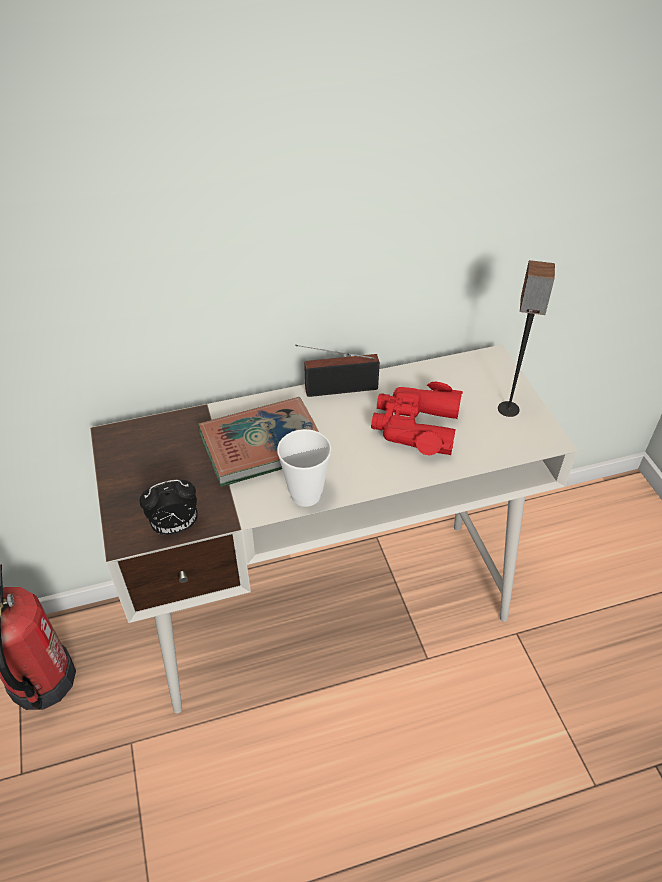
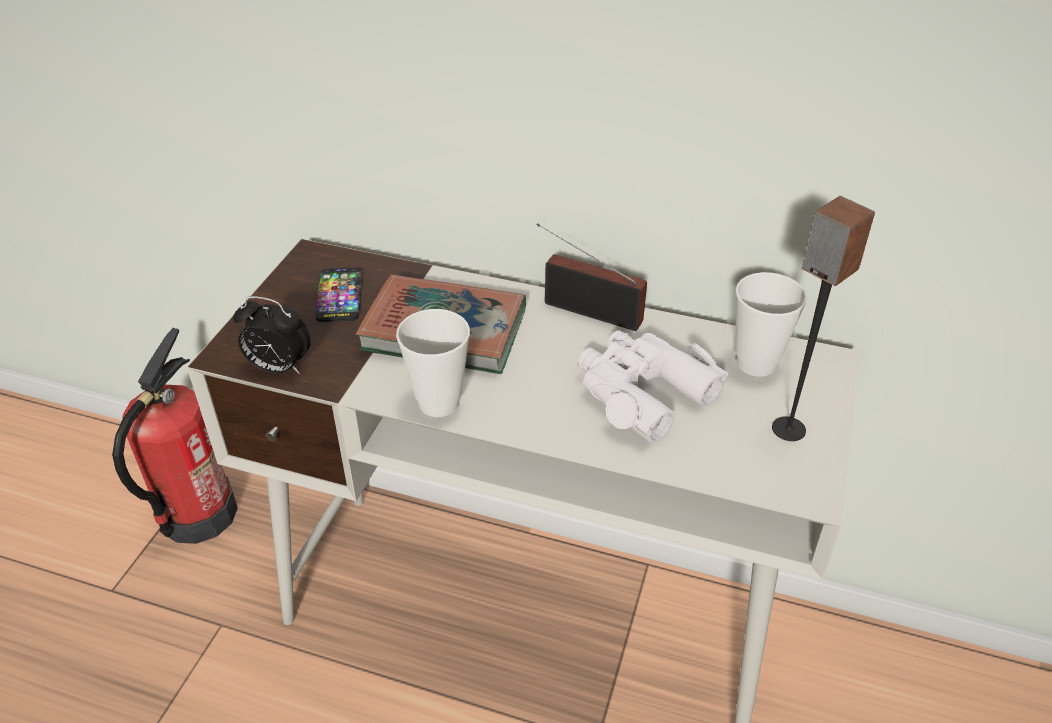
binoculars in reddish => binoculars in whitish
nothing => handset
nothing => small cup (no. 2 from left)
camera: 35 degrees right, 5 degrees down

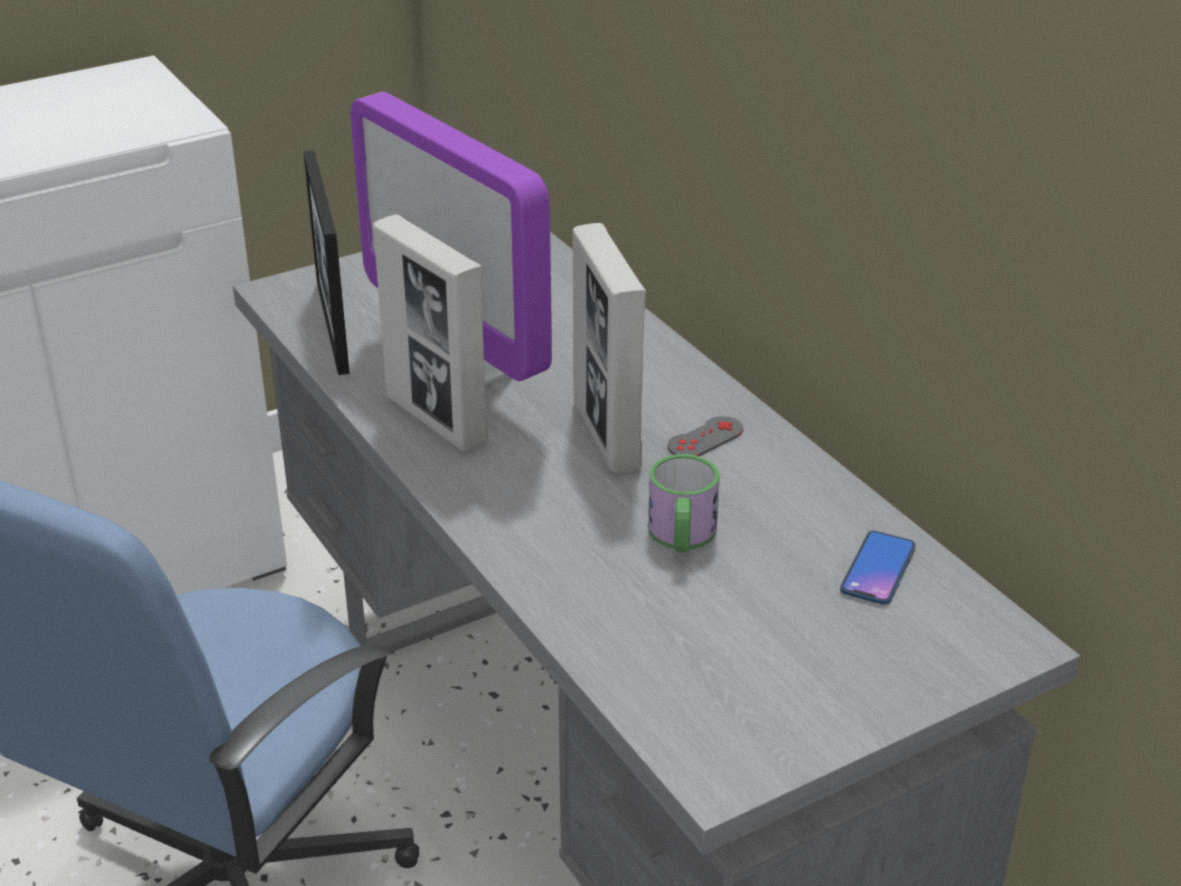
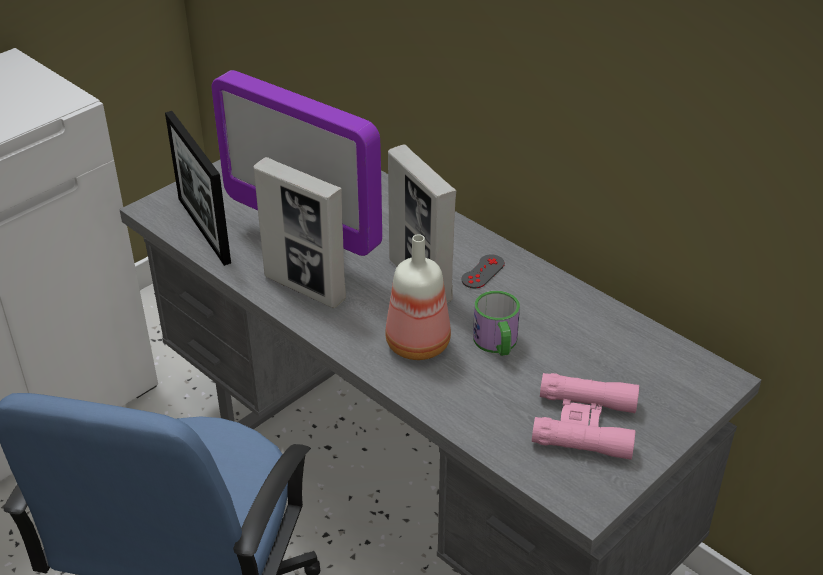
handset => nothing
nothing => bottle
nothing => binoculars in pink-coloured
camera: 15 degrees left, 5 degrees up

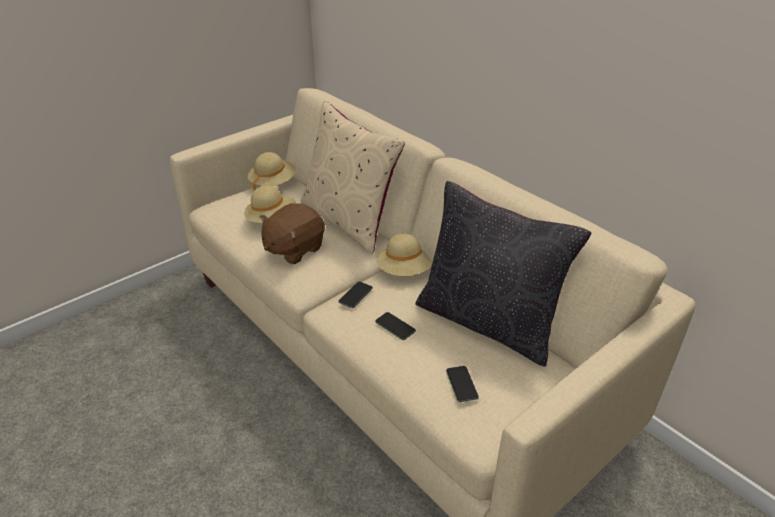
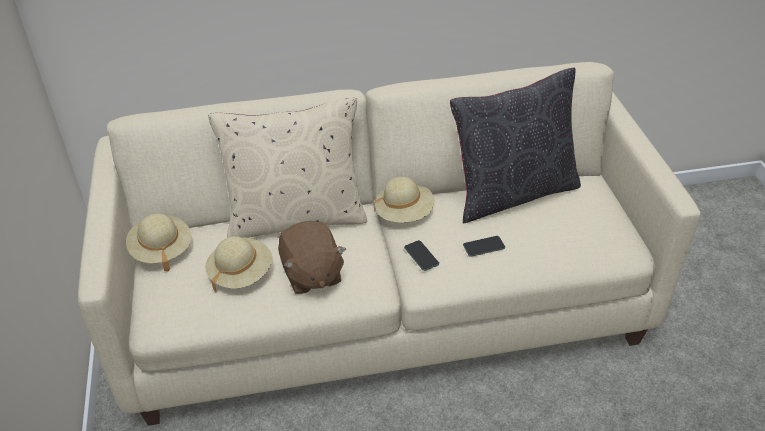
handset (no. 3 from left) => nothing
camera: 60 degrees left, 5 degrees up

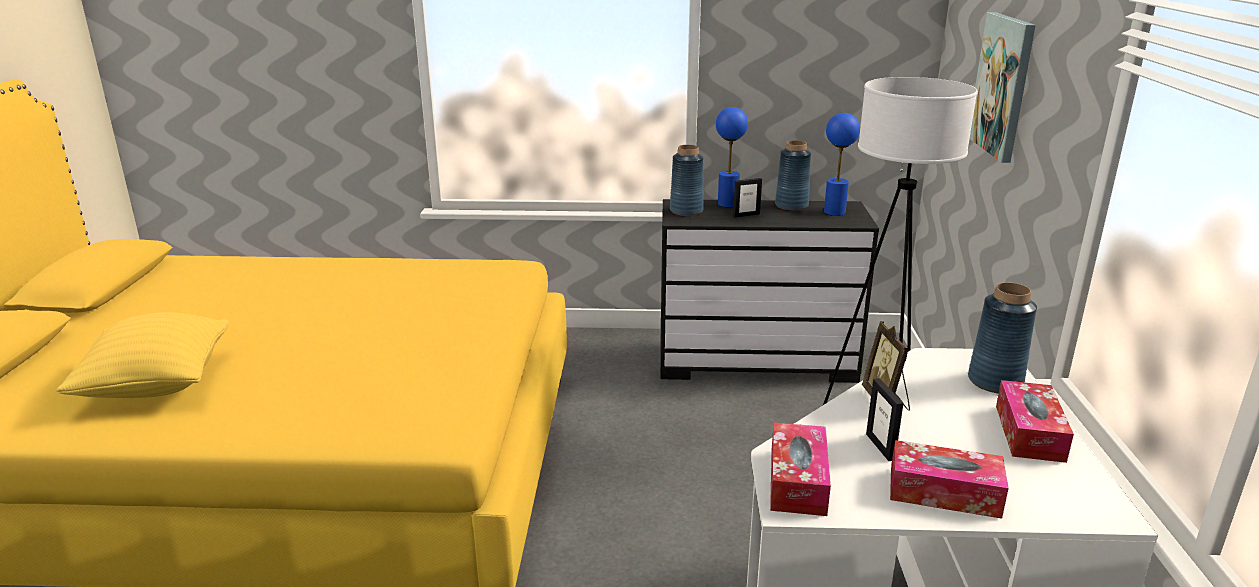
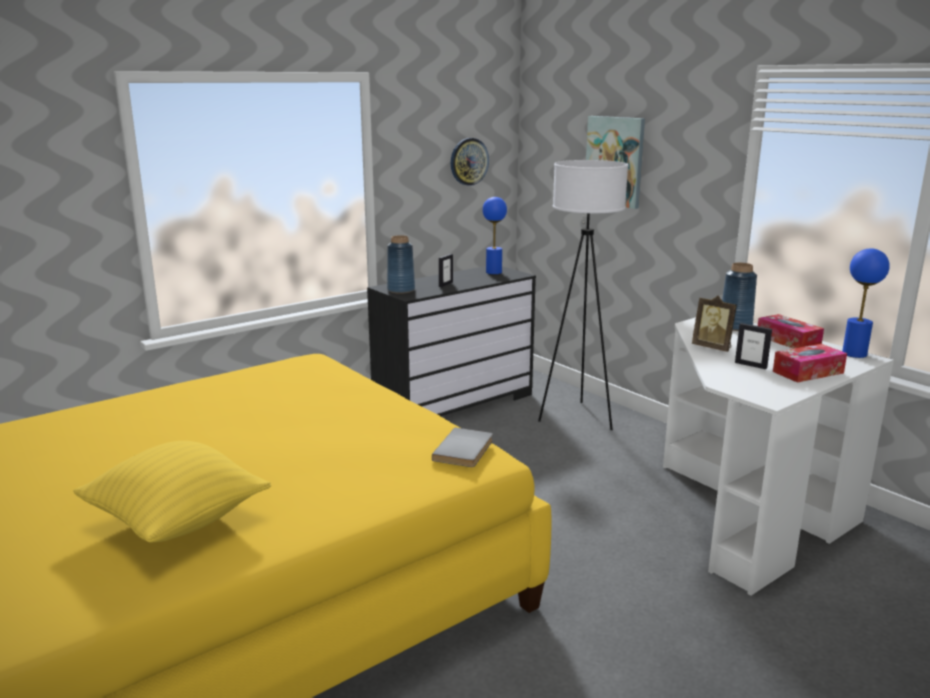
tabletop lamp in blue (no. 1 from left in the first image) => tabletop lamp in blue (no. 2 from left), shifted
tissue box (no. 1 from left) => nothing
flower vase in blue (no. 2 from left) => nothing
nothing => bound book in greyish
nothing => hanging clock
camera: 40 degrees left, 5 degrees down

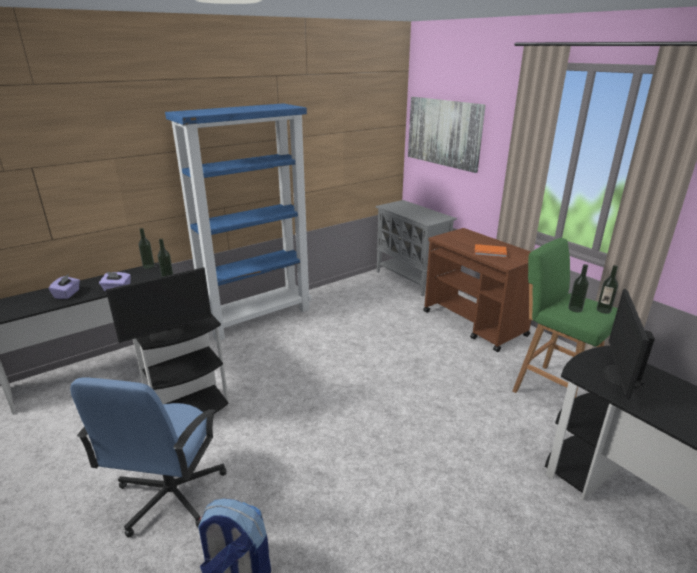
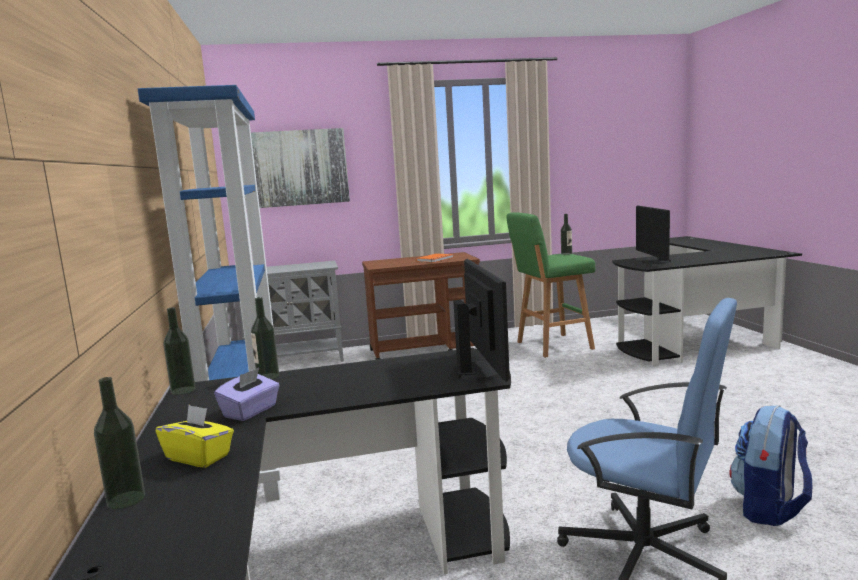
tissue box in purple-coloured (no. 1 from left) => tissue box in yellowish
bottle (no. 3 from left in the first image) => bottle (no. 1 from left), shifted
computer display (no. 2 from left), 45 degrees clockwise
camera: 65 degrees left, 15 degrees down

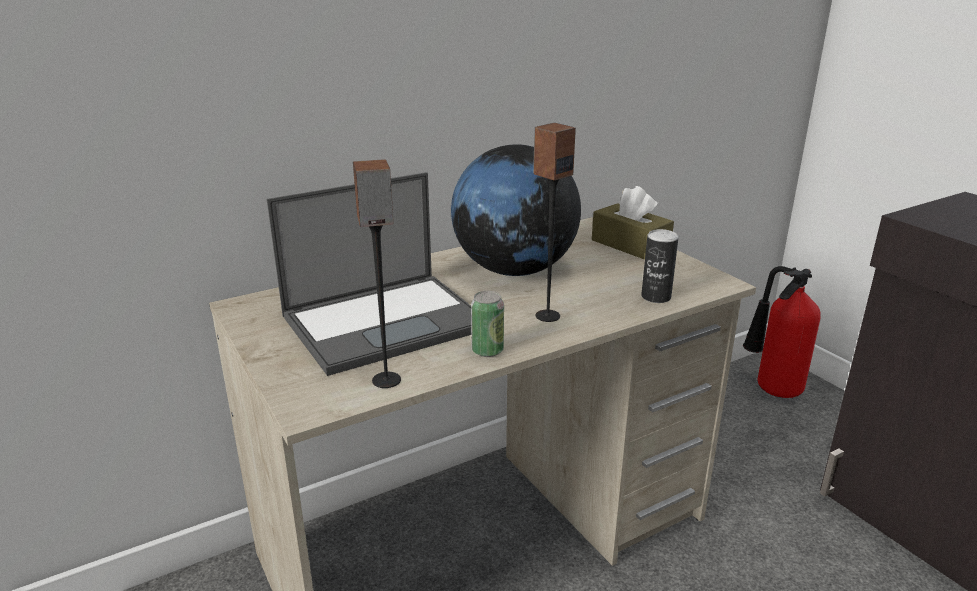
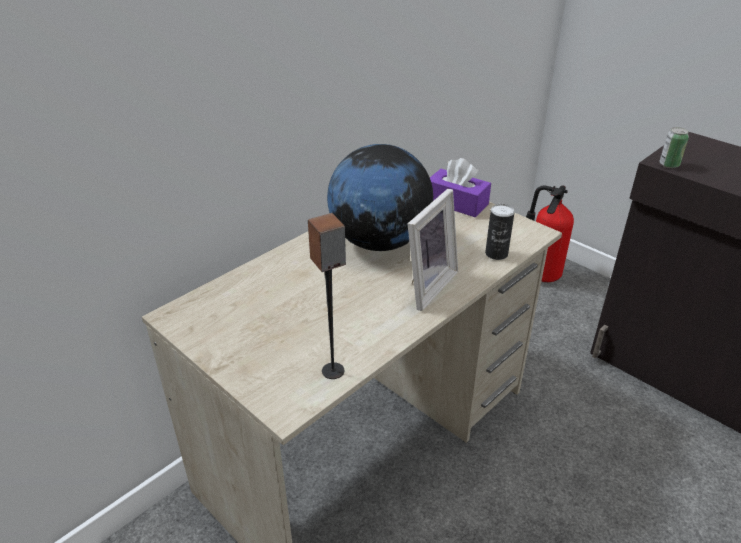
laptop => nothing
sealed can (no. 1 from left in the first image) => sealed can (no. 2 from left), shifted
speaker (no. 2 from left) => standing frame
tissue box in brownish => tissue box in purple-coloured
camera: 15 degrees left, 10 degrees up

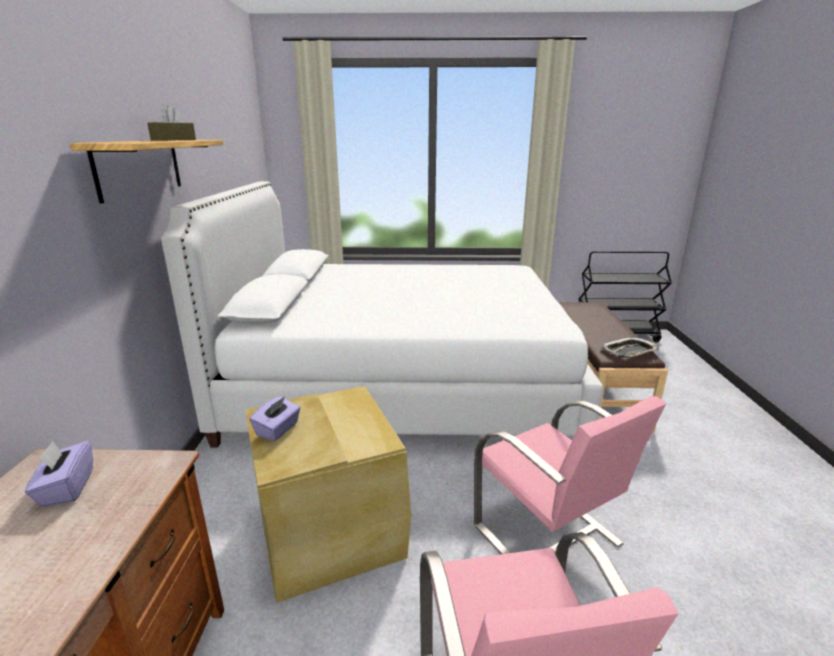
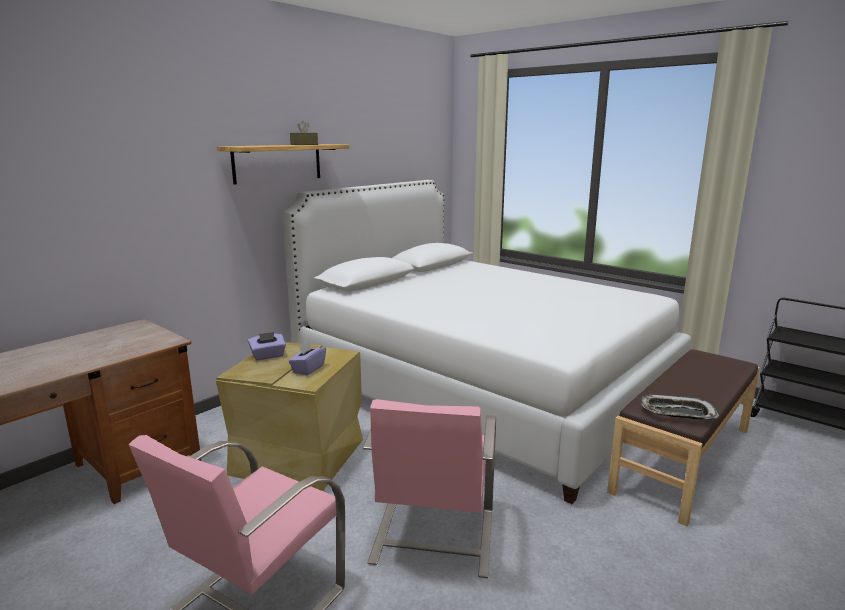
tissue box in purple-coloured (no. 1 from left in the first image) => tissue box in purple-coloured (no. 2 from left), shifted
camera: 40 degrees right, 5 degrees down

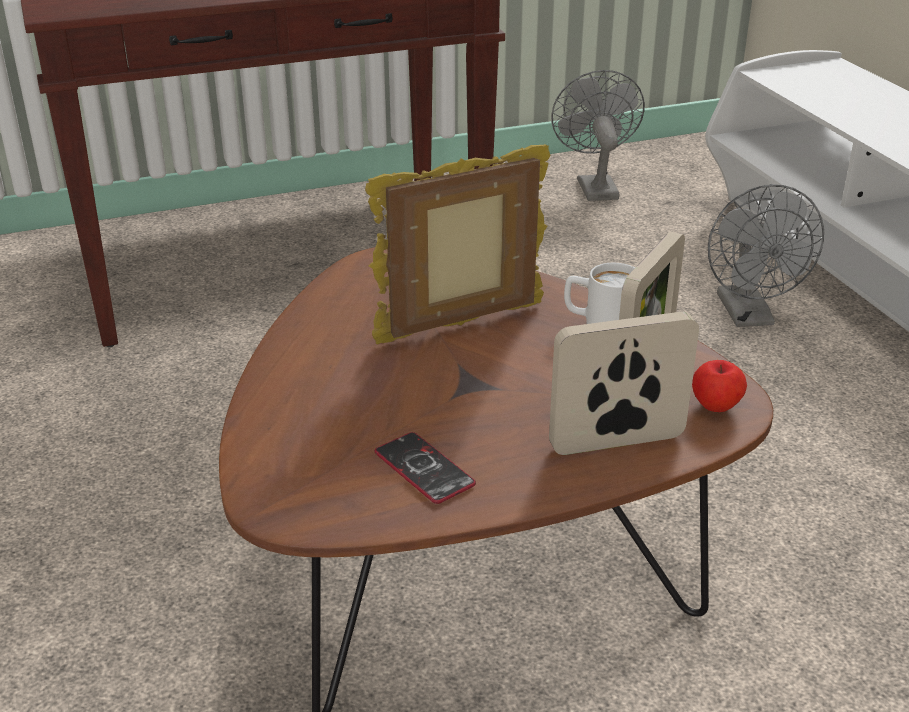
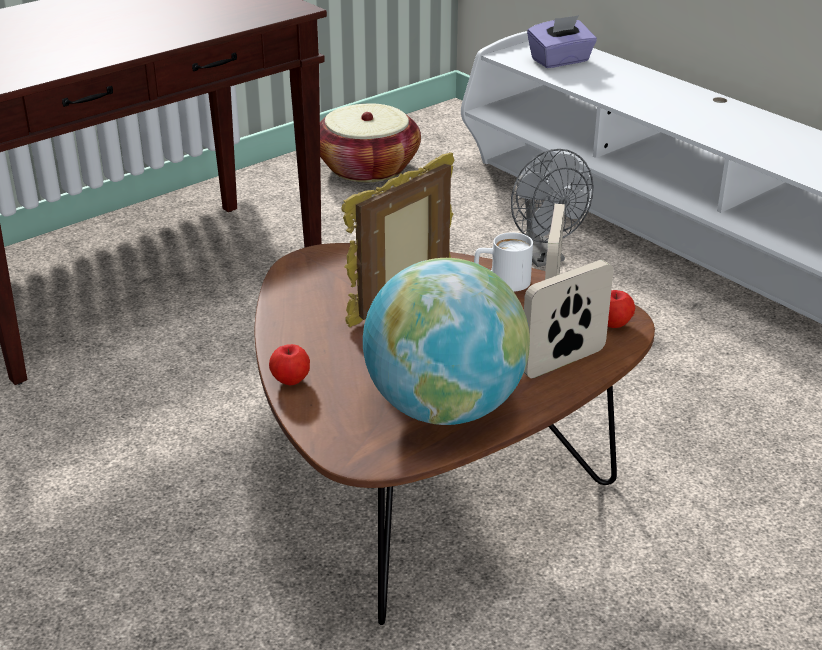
handset => globe
fan in greyish (no. 1 from left) => basket
nothing => whole apple (no. 1 from left)
nothing => tissue box in purple-coloured
camera: 20 degrees left, 0 degrees up

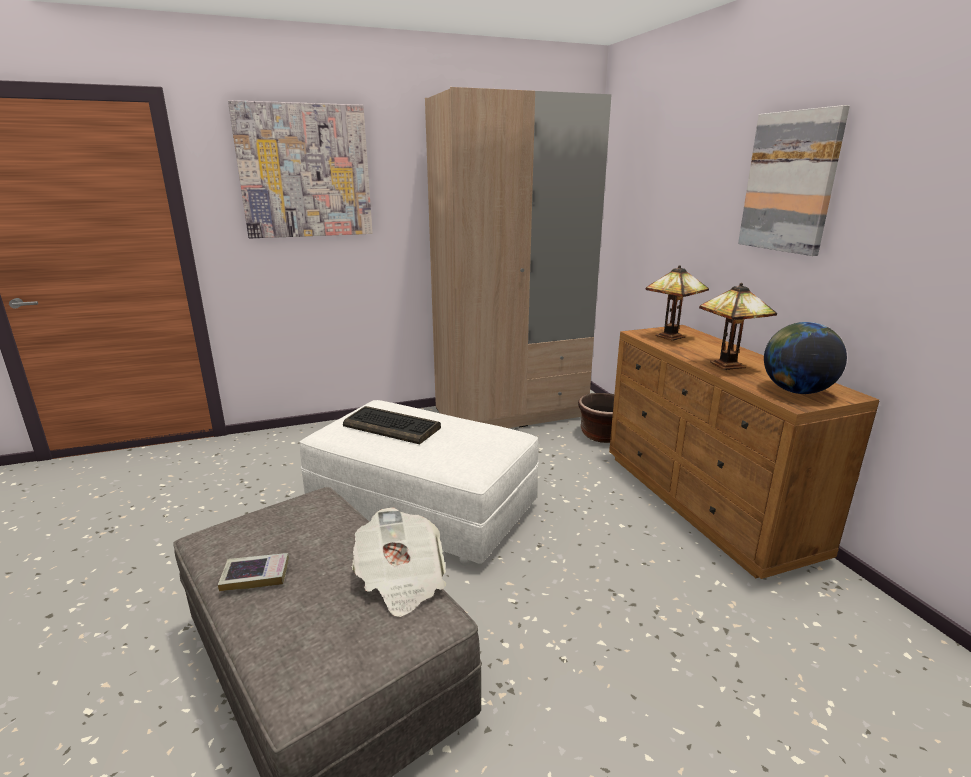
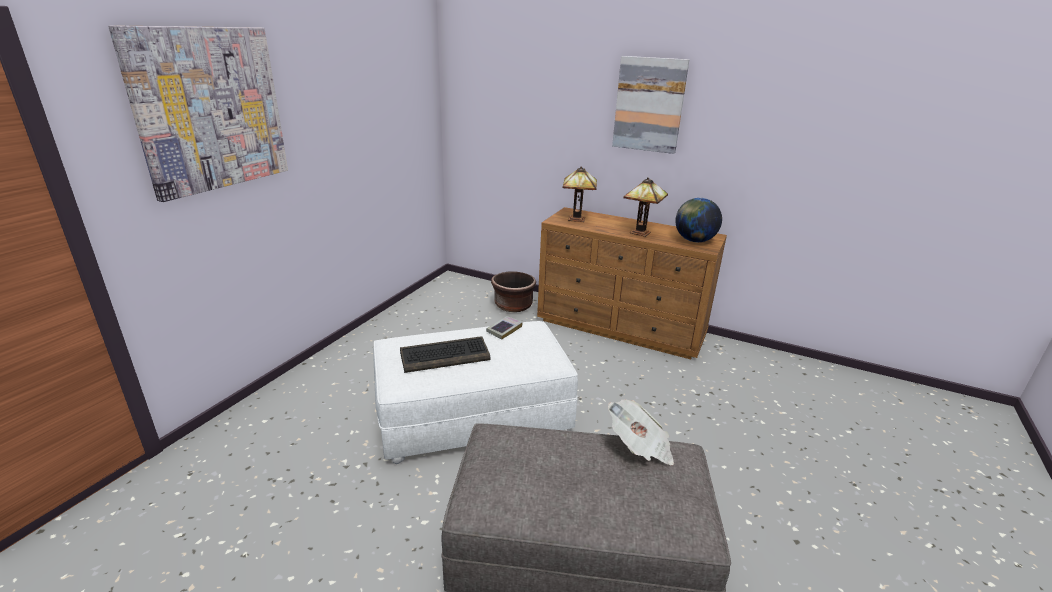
bound book, shifted
armoire in beige-coloured => nothing
camera: 45 degrees left, 5 degrees up

